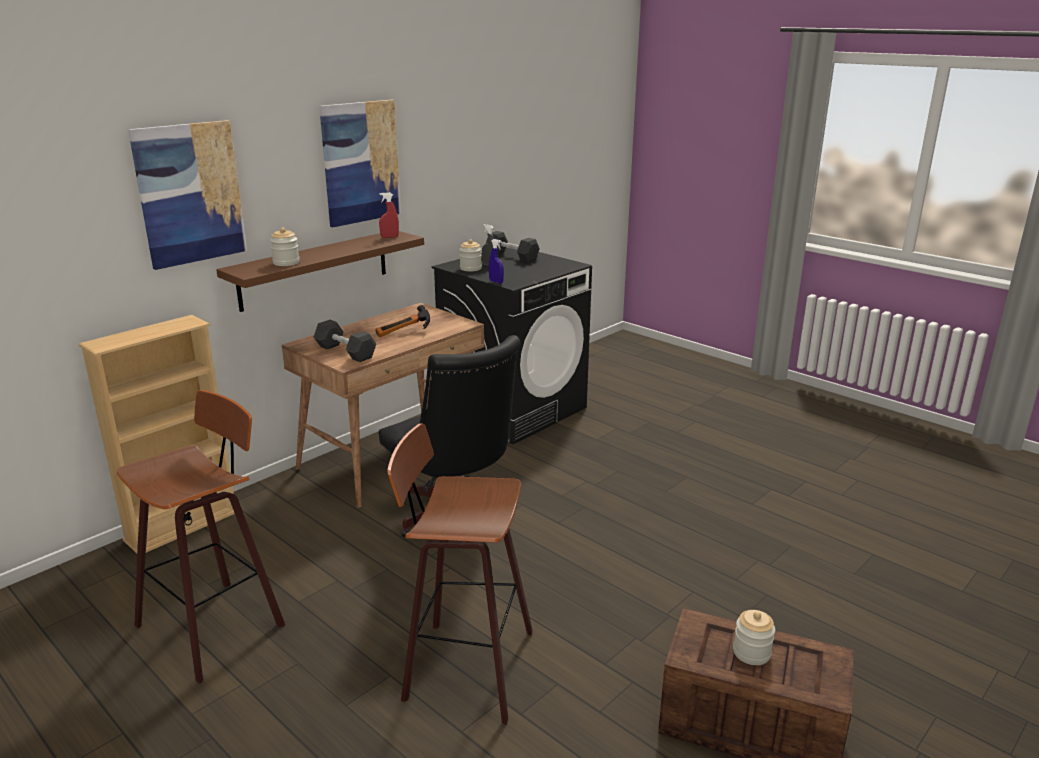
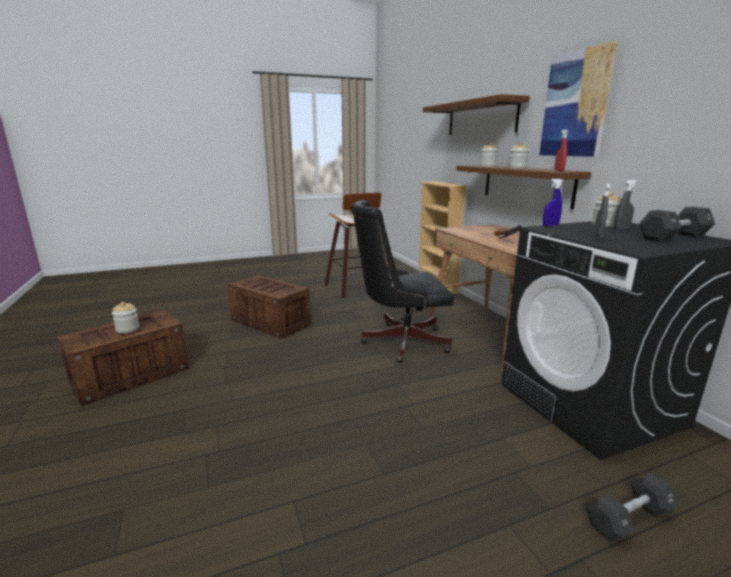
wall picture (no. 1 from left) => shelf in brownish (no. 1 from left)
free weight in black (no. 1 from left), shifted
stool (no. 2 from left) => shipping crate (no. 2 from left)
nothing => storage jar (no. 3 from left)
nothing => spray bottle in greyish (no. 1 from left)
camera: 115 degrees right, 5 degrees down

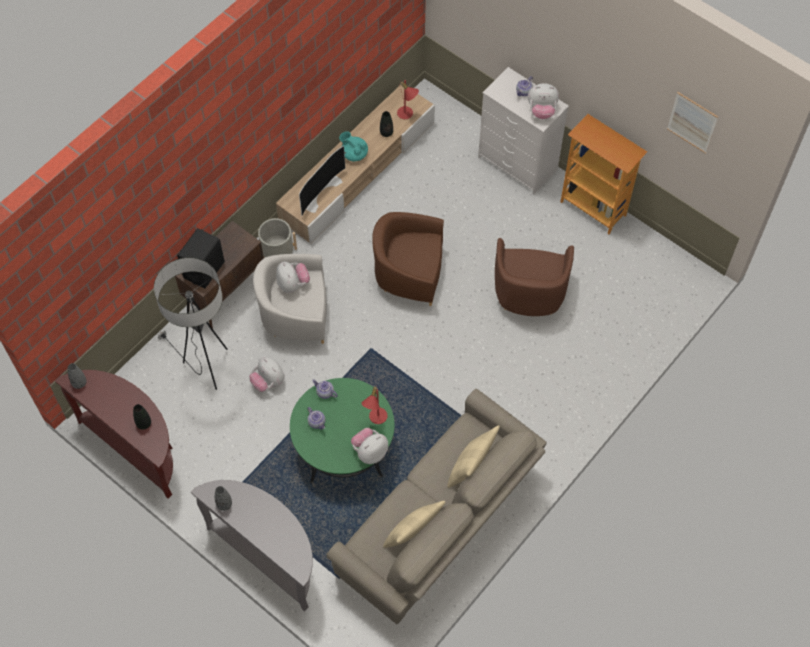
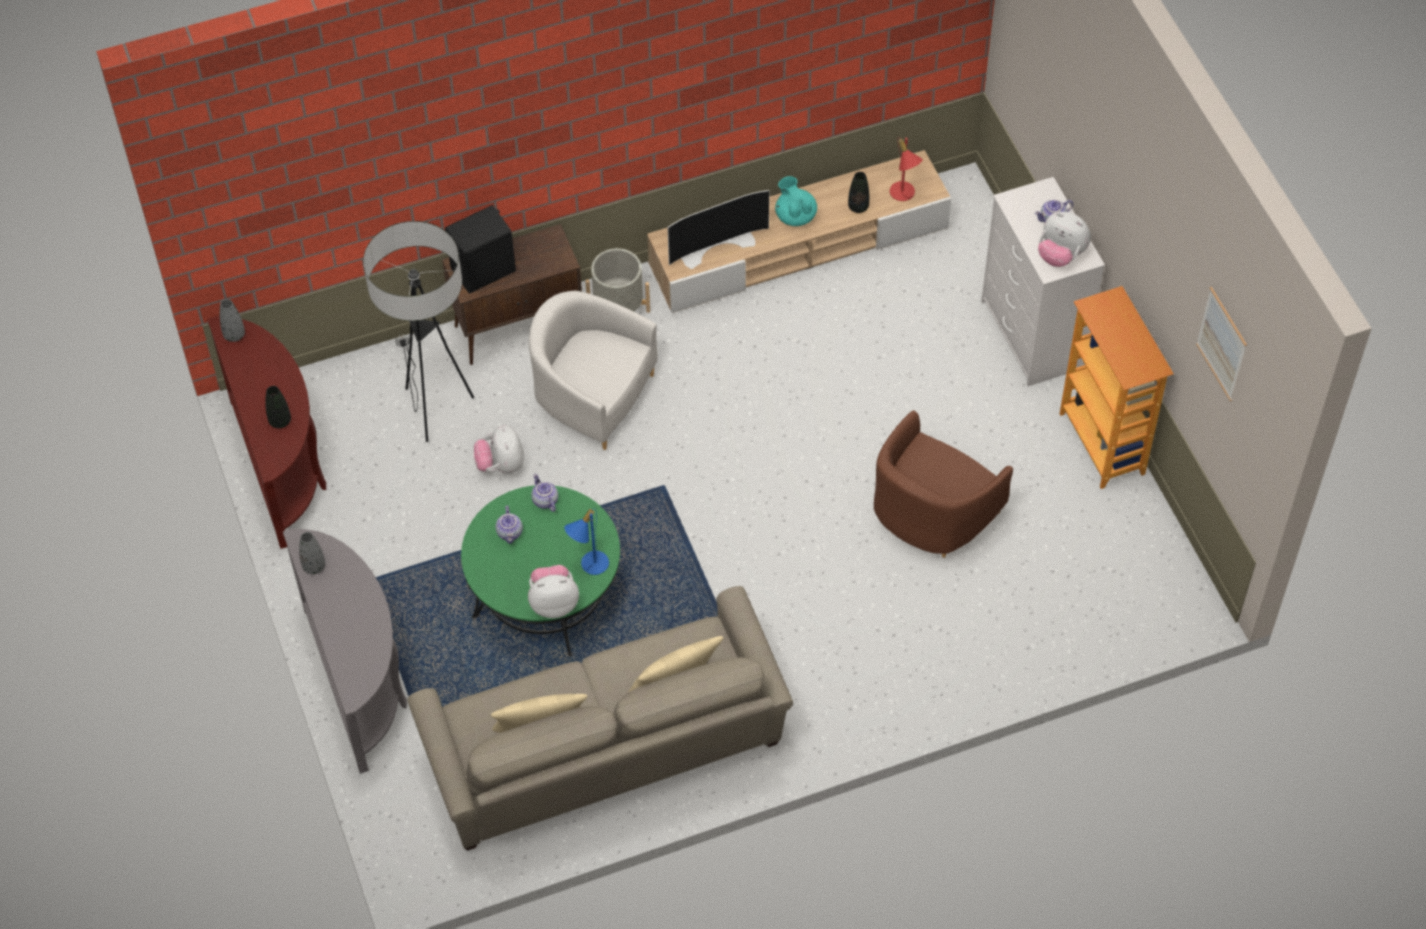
soft toy (no. 2 from left) => nothing
tabletop lamp in reddish (no. 1 from left) => tabletop lamp in blue
armchair in brownish (no. 1 from left) => nothing
camera: 30 degrees right, 5 degrees down

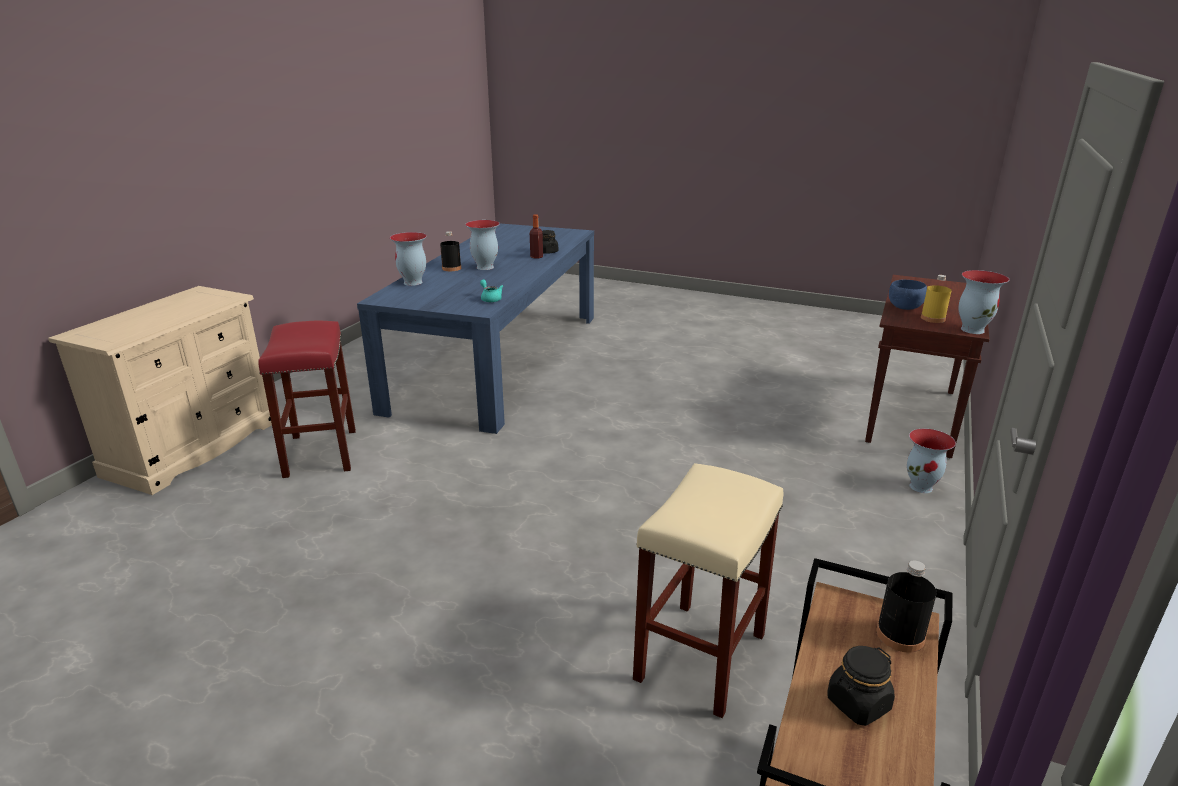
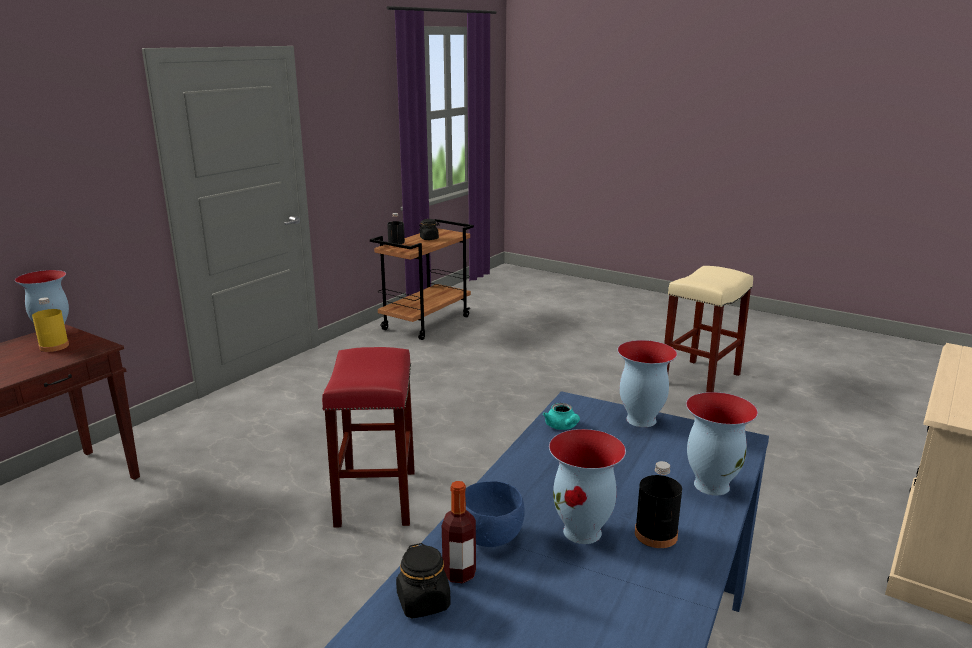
stool in reddish, shifted
stool in beige-coloured, shifted
deep dish in blue, shifted
flower vase (no. 3 from left), shifted
camera: 170 degrees left, 5 degrees down

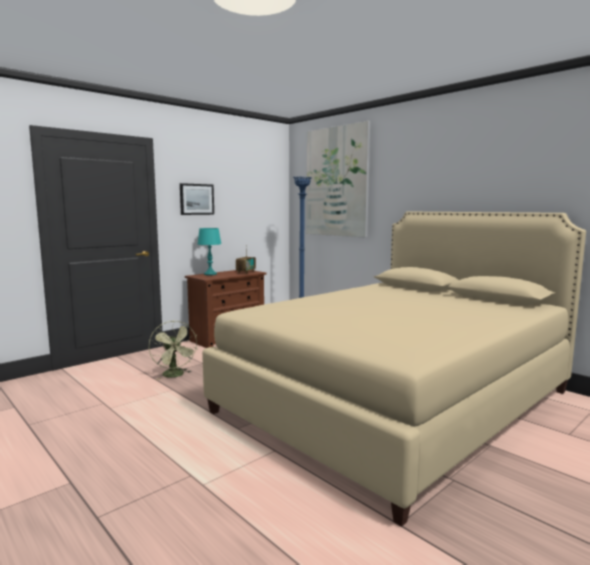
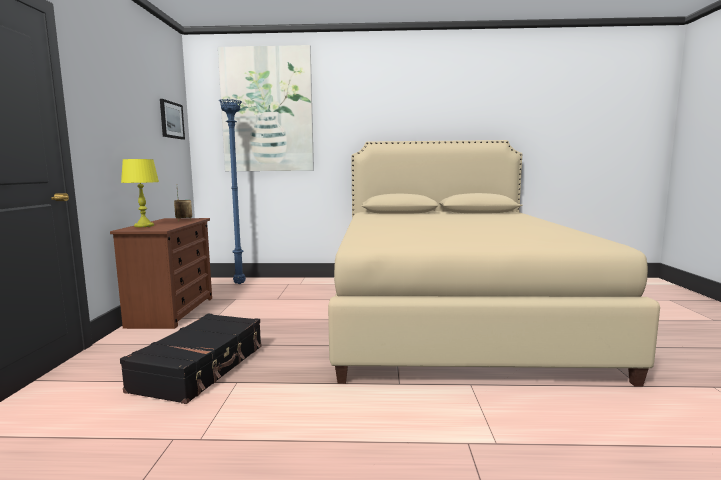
fan in greenish => piece of luggage in black
wall picture (no. 1 from left), shifted
tabletop lamp in turquoise-coloured => tabletop lamp in yellowish
camera: 45 degrees left, 0 degrees up

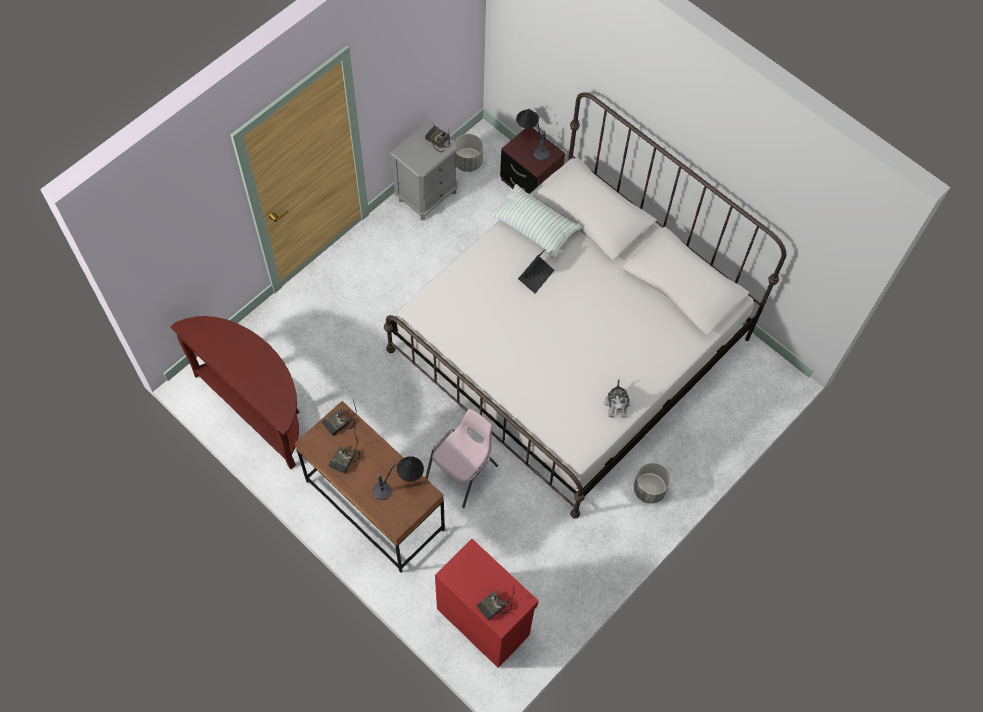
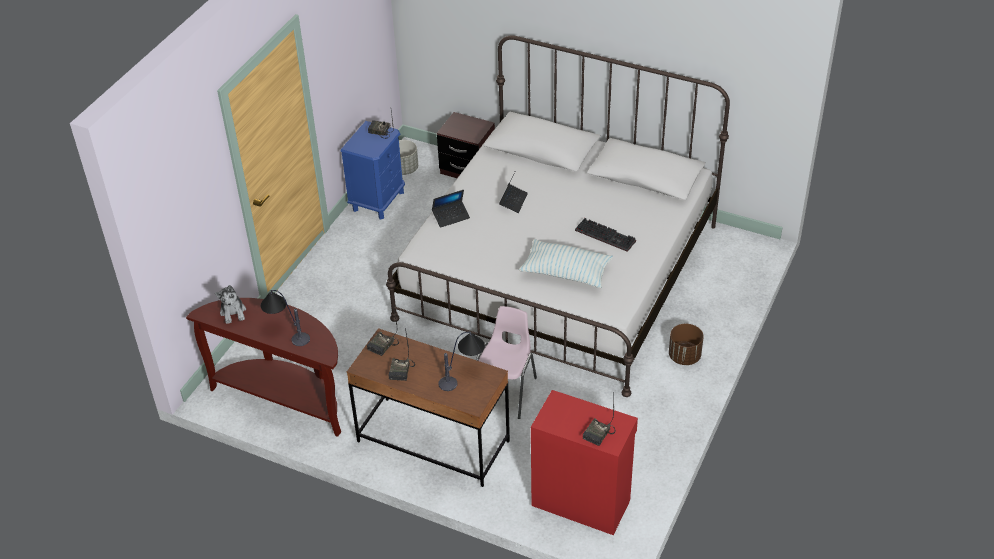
bedside table in greyish => bedside table in blue
pillow, shifted
tabletop lamp (no. 2 from left in the first image) => tabletop lamp (no. 1 from left), shifted
soft toy, shifted
flower pot in greyish (no. 2 from left) => flower pot in brownish
nothing => laptop (no. 1 from left)
nothing => PC keyboard
camera: 15 degrees left, 20 degrees down

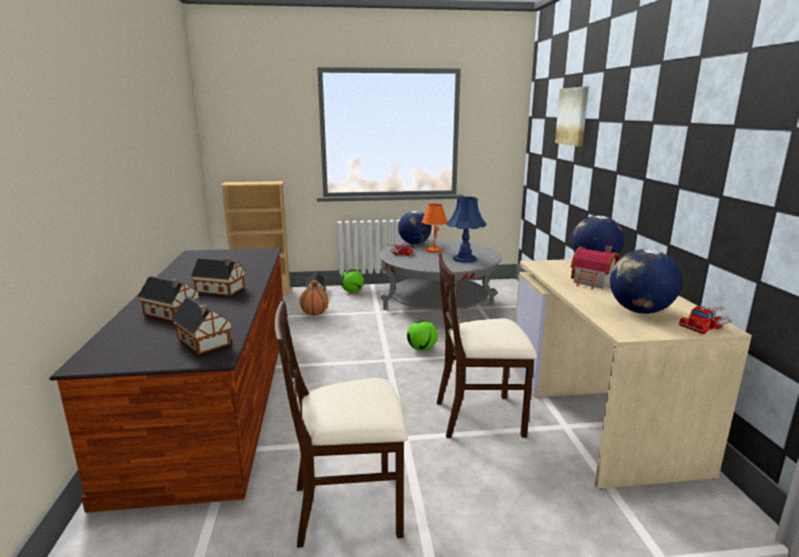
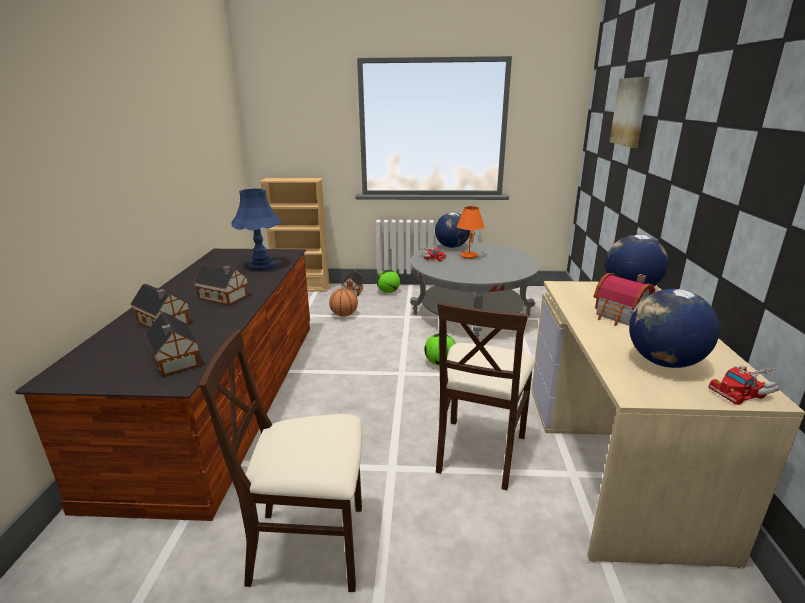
upright chair in beige-coloured (no. 2 from left), 75 degrees counterclockwise
tabletop lamp in blue, shifted
camera: 10 degrees right, 5 degrees up

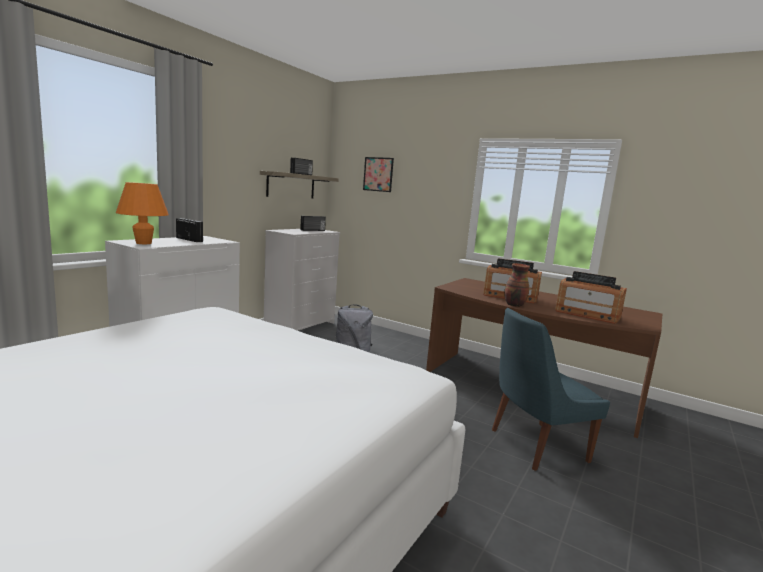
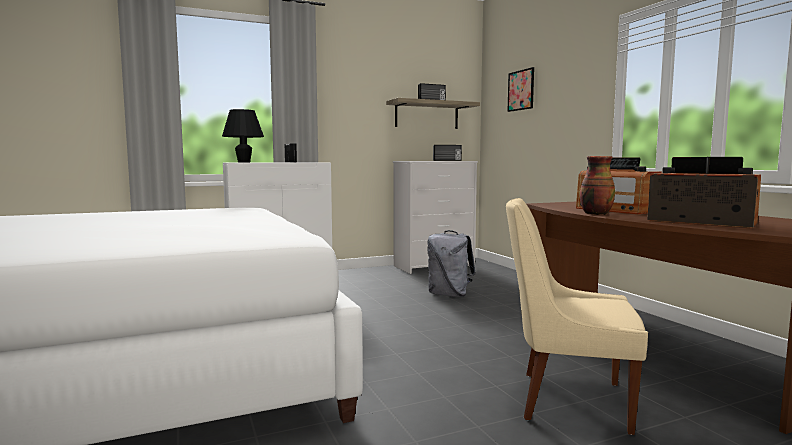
tabletop lamp in orange-coloured => tabletop lamp in black
upright chair in blue => upright chair in beige-coloured
radio set (no. 5 from left), 150 degrees clockwise
camera: 35 degrees right, 5 degrees down

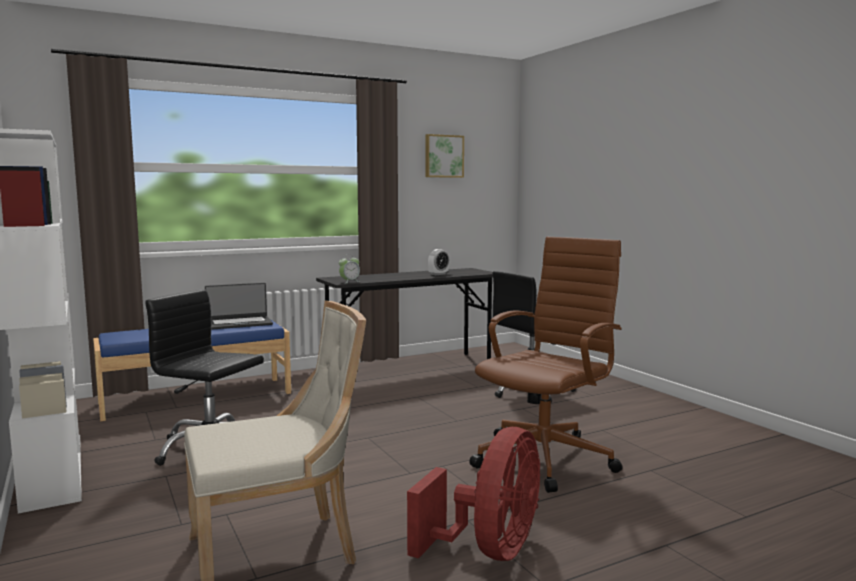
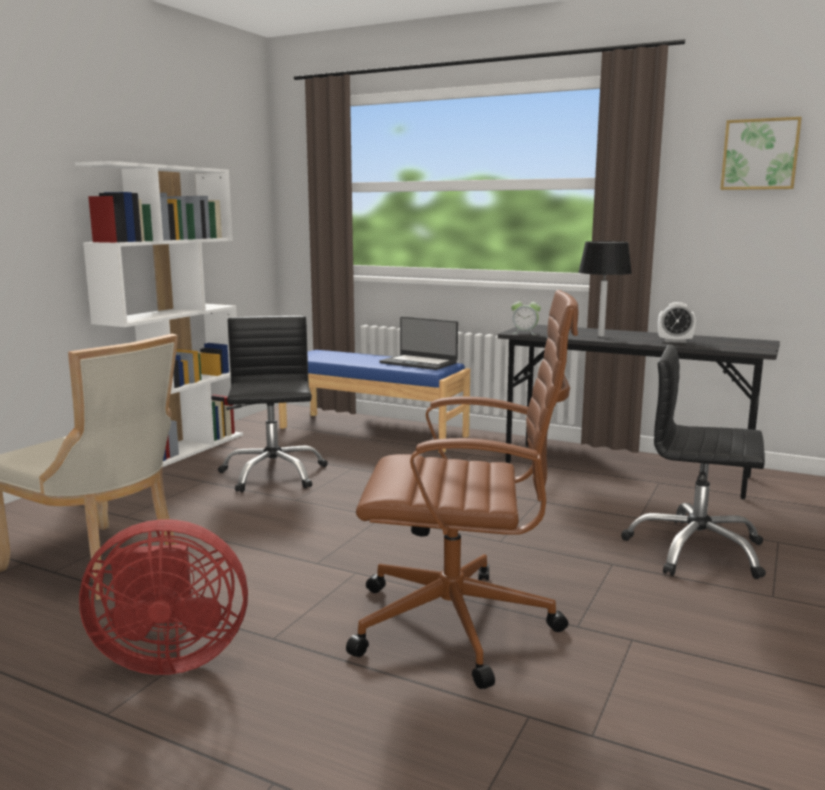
nothing => tabletop lamp in black
camera: 55 degrees right, 5 degrees up

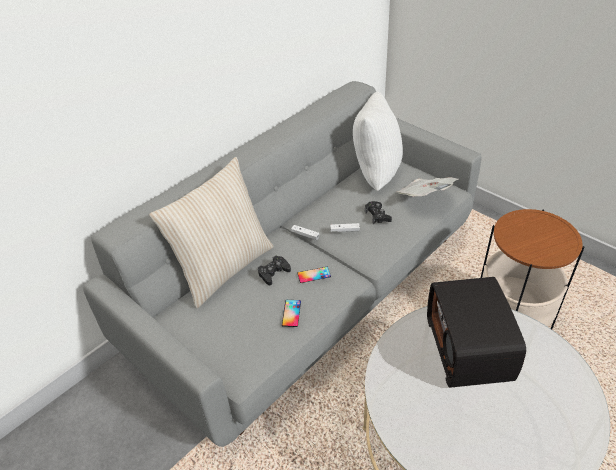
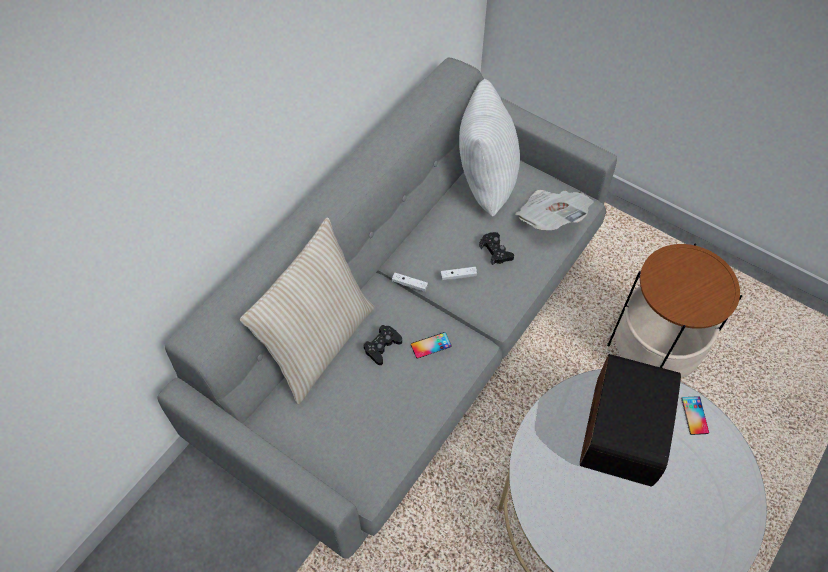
handset (no. 1 from left in the first image) => handset (no. 2 from left), shifted
radio set, 150 degrees counterclockwise
camera: 10 degrees left, 15 degrees up

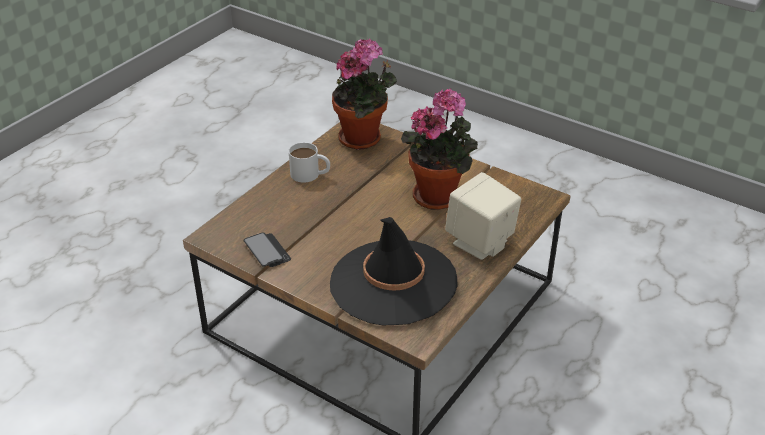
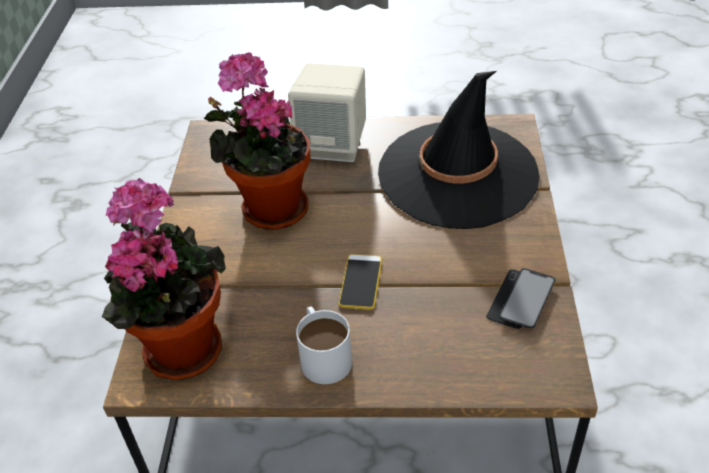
nothing => handset (no. 1 from left)
camera: 120 degrees left, 5 degrees up

